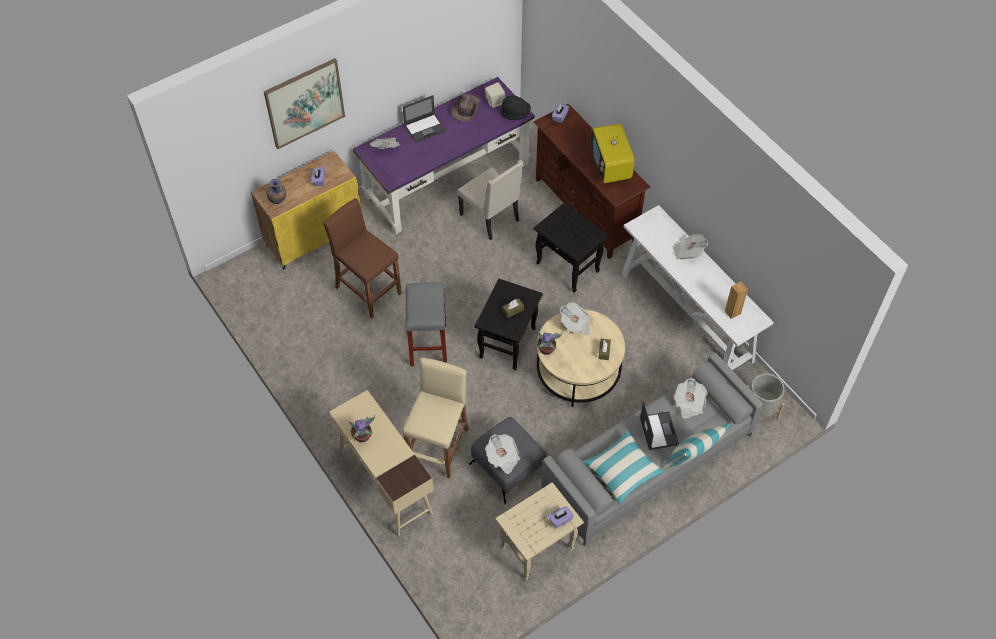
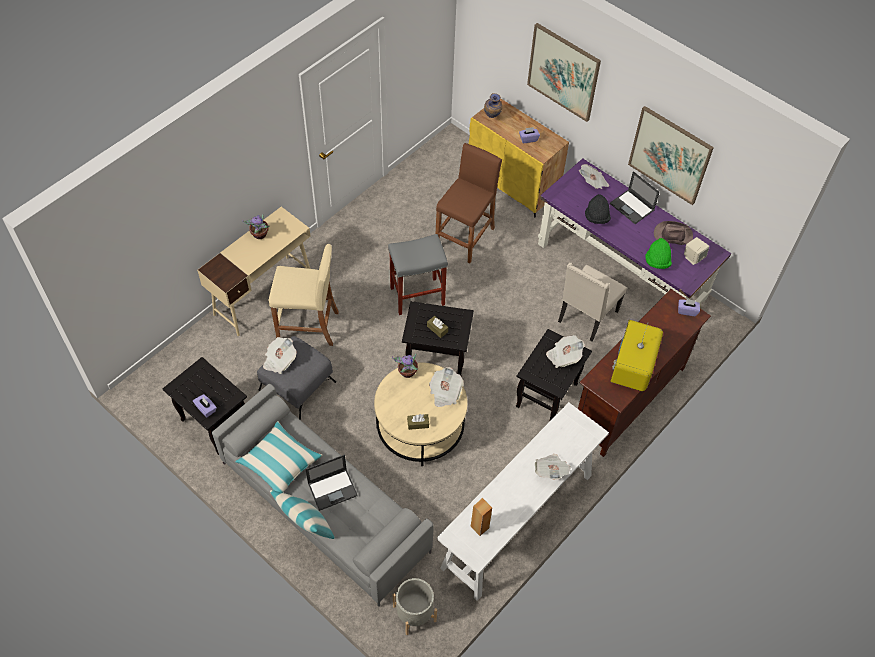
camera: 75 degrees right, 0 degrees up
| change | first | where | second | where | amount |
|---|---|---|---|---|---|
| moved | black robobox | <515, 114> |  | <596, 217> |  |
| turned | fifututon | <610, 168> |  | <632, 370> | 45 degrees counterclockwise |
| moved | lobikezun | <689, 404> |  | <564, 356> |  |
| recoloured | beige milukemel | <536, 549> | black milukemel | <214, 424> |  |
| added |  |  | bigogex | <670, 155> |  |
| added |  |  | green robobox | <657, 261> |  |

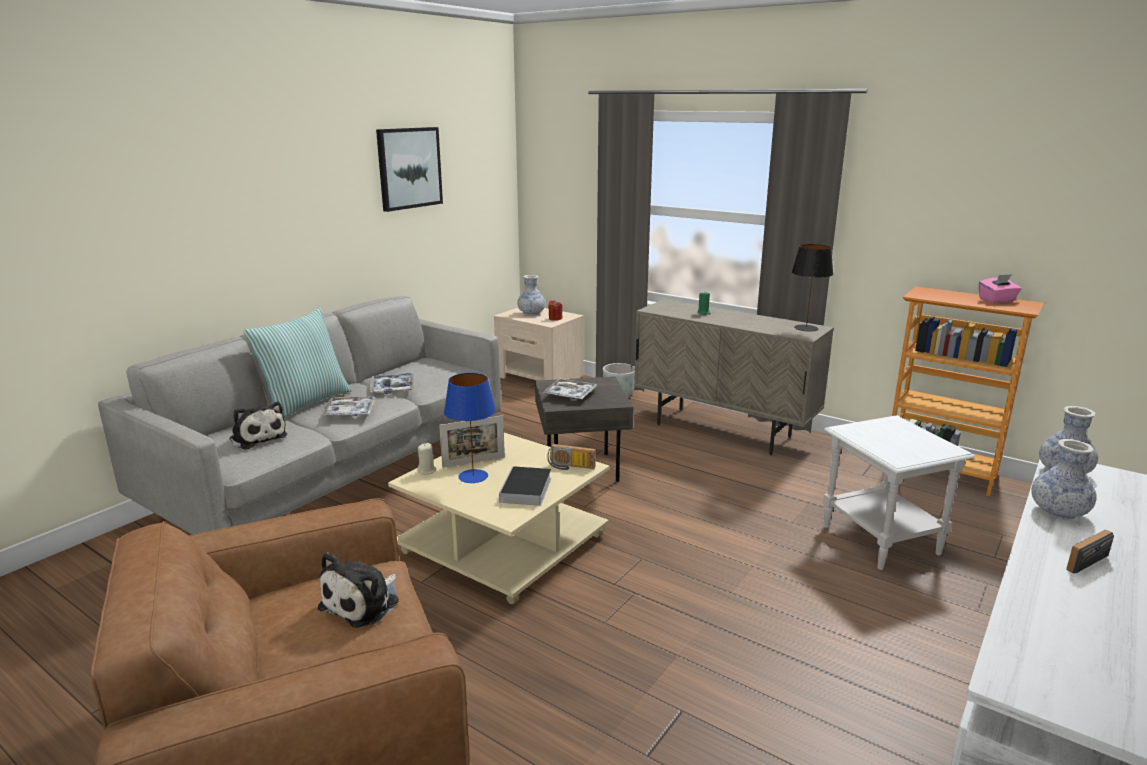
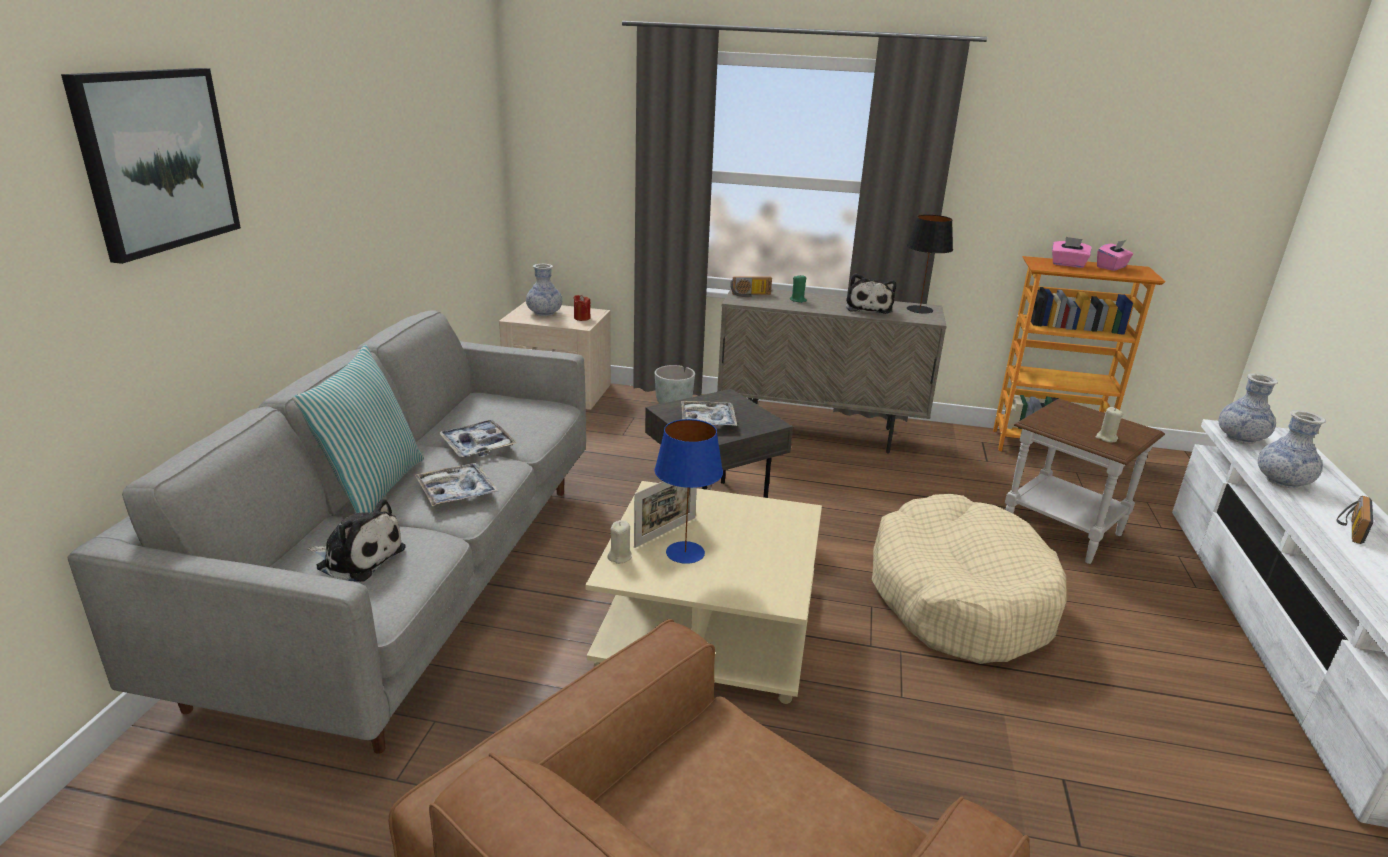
camera: 25 degrees left, 5 degrees up
| change | first | where | second | where | amount |
|---|---|---|---|---|---|
| moved | bigogex | <409, 168> |  | <156, 160> |  |
| recoloured | white milukemel | <881, 540> | brown milukemel | <1063, 531> |  |
| moved | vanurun | <570, 467> |  | <750, 295> |  |
| removed | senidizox | <526, 491> |  |  |  |
| moved | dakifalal | <363, 603> |  | <868, 308> |  |
| added |  |  | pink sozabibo | <1067, 264> |  |
| added |  |  | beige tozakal | <1106, 438> |  |
| added |  |  | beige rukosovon | <959, 597> |  |

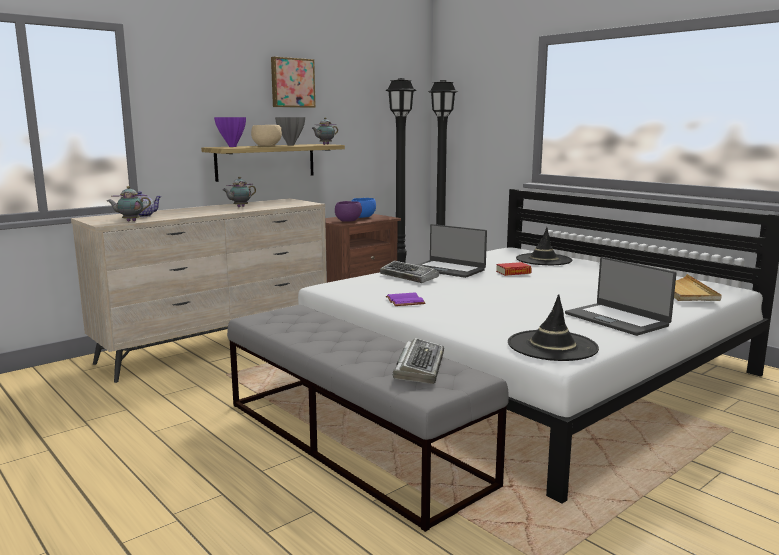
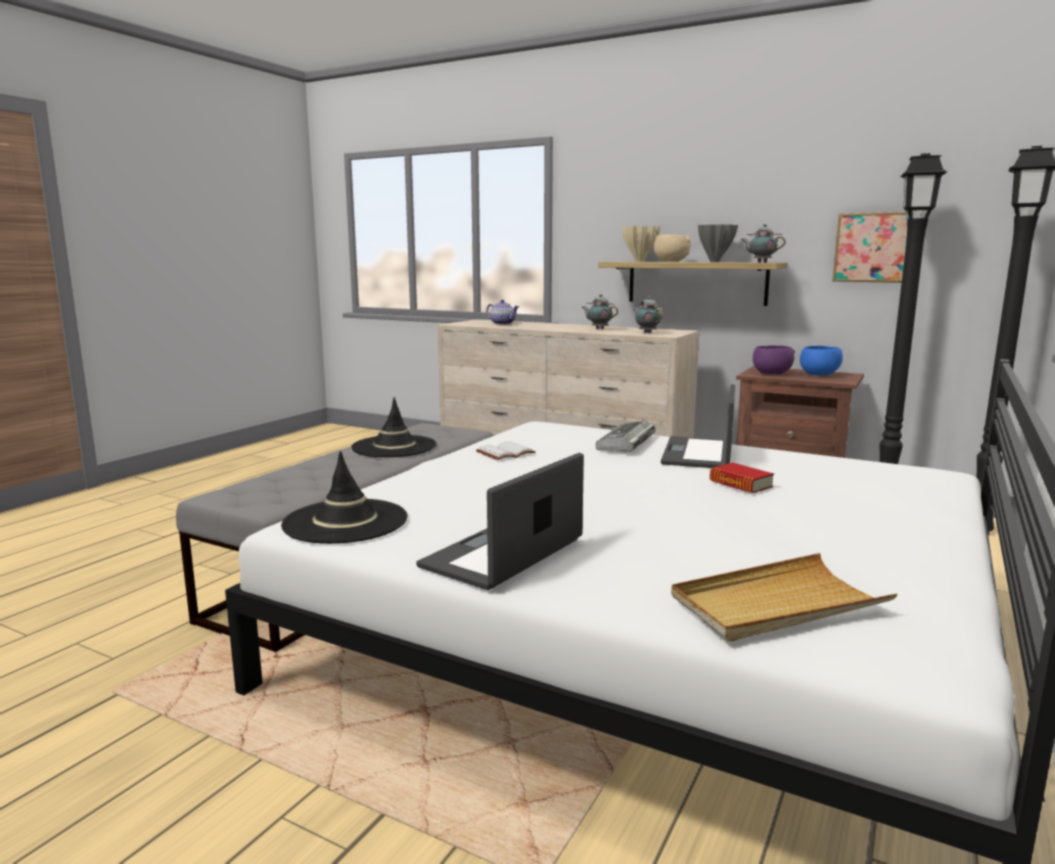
camera: 70 degrees right, 0 degrees up
| change | first | where | second | where | amount |
|---|---|---|---|---|---|
| moved | bigogex | <292, 83> |  | <872, 247> |  |
| recoloured | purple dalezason | <232, 146> | beige dalezason | <639, 261> |  |
| moved | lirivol | <130, 221> |  | <646, 332> |  |
| moved | black robobox | <543, 260> |  | <394, 447> |  |
| recoloured | purple senidizox | <403, 301> | white senidizox | <505, 453> |  |
| removed | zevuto | <419, 367> |  |  |  |

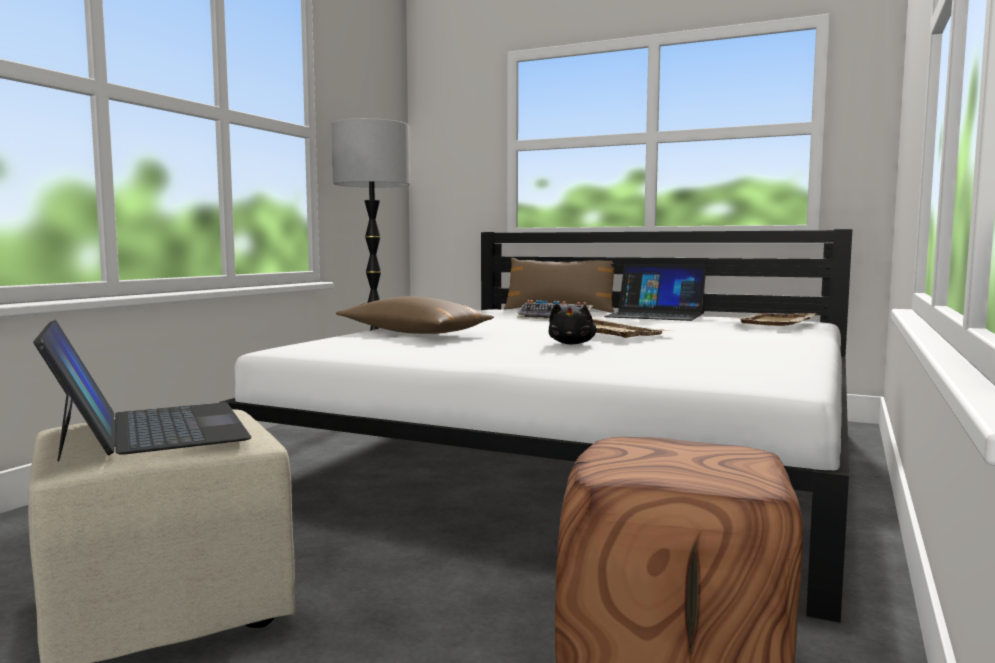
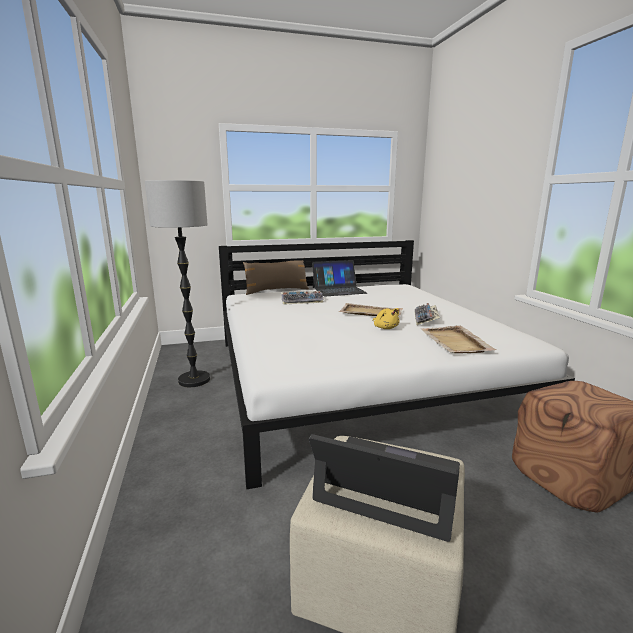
camera: 40 degrees left, 10 degrees up
| change | first | where | second | where | amount |
|---|---|---|---|---|---|
| removed | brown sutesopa | <413, 333> |  |  |  |
| recoloured | black dakifalal | <572, 344> | yellow dakifalal | <385, 328> |  |
| moved | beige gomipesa | <775, 322> |  | <455, 342> |  |
| added |  |  | zevuto | <426, 319> |  |

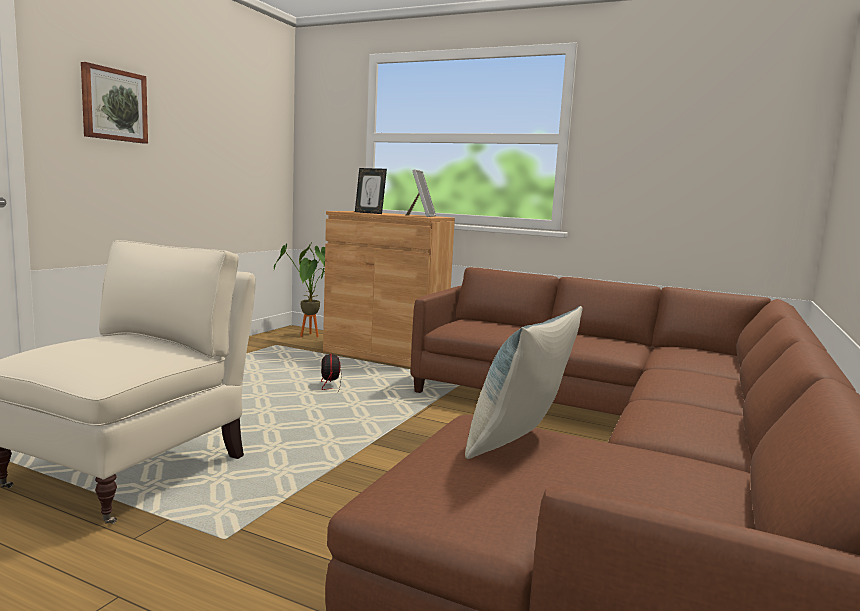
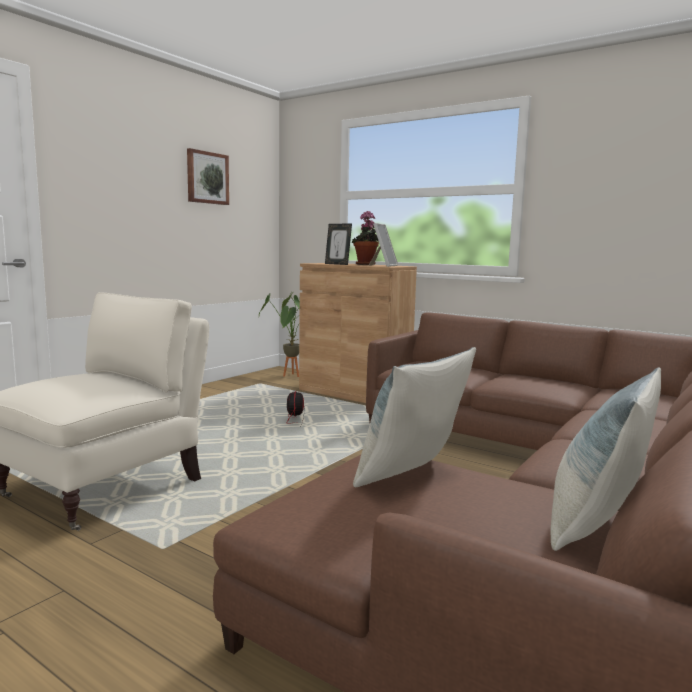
camera: 10 degrees right, 0 degrees up
| change | first | where | second | where | amount |
|---|---|---|---|---|---|
| moved | bigogex | <114, 105> |  | <207, 178> |  |
| added |  |  | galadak | <366, 264> |  |
| added |  |  | sutesopa | <595, 526> |  |

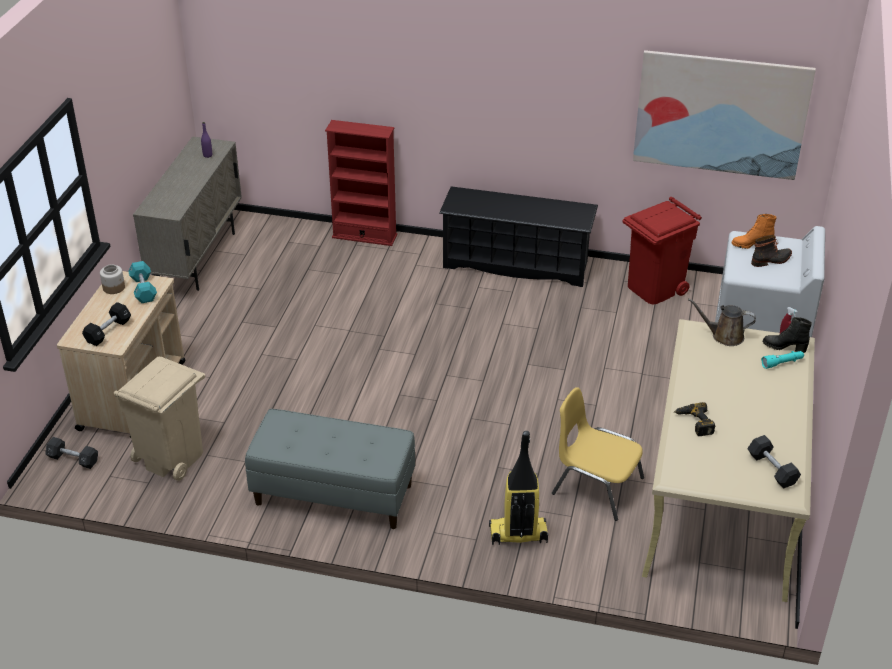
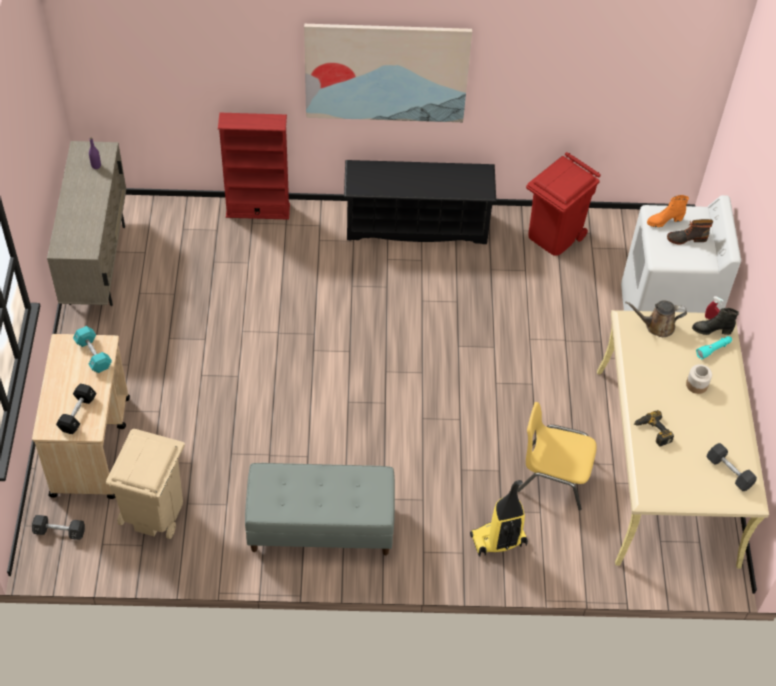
camera: 15 degrees left, 15 degrees up
| change | first | where | second | where | amount |
|---|---|---|---|---|---|
| moved | bigogex | <720, 114> |  | <386, 72> |  |
| turned | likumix | <771, 260> |  | <686, 238> | 150 degrees counterclockwise |
| moved | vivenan | <114, 287> |  | <697, 384> |  |

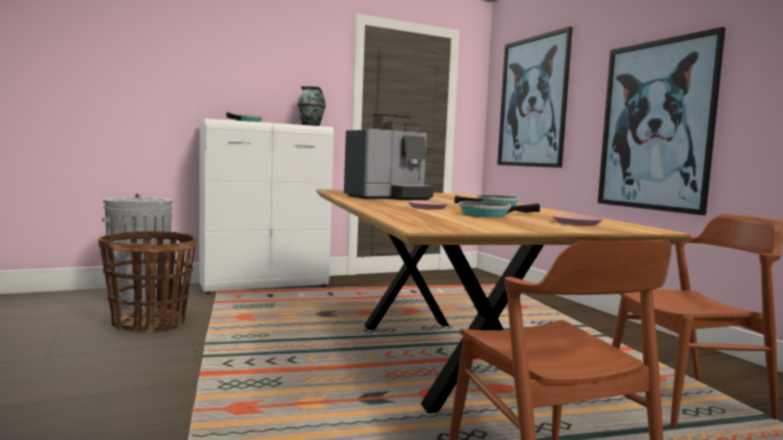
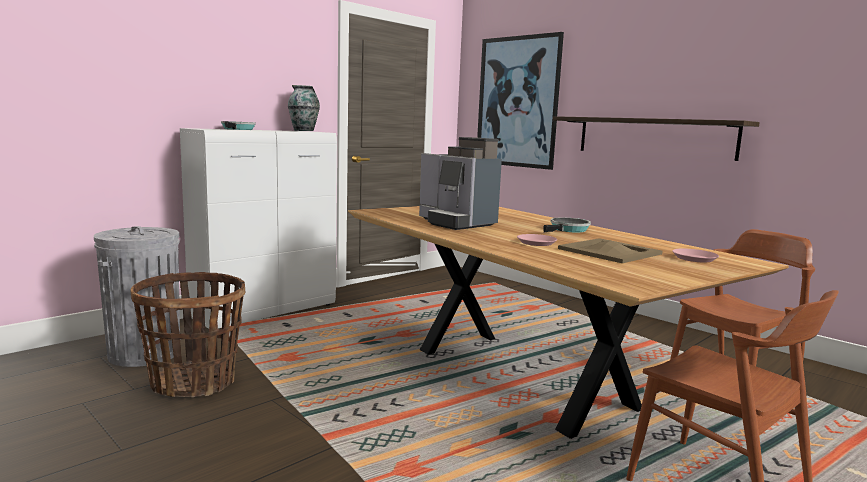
camera: 20 degrees left, 5 degrees up
| change | first | where | second | where | amount |
|---|---|---|---|---|---|
| replaced | bigogex | <655, 125> | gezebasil | <654, 137> |  |
| turned | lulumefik | <389, 197> |  | <456, 223> | 105 degrees clockwise |
| replaced | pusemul | <488, 215> | beige gomipesa | <608, 251> |  |

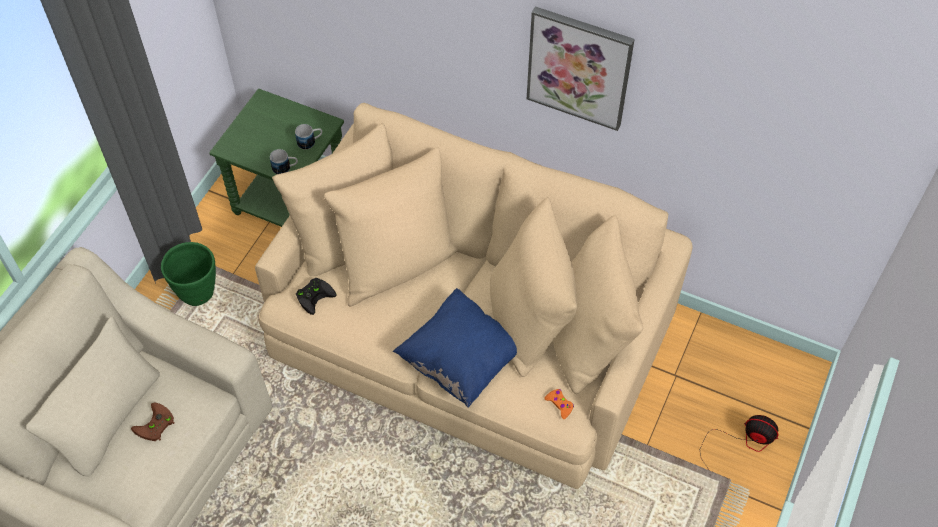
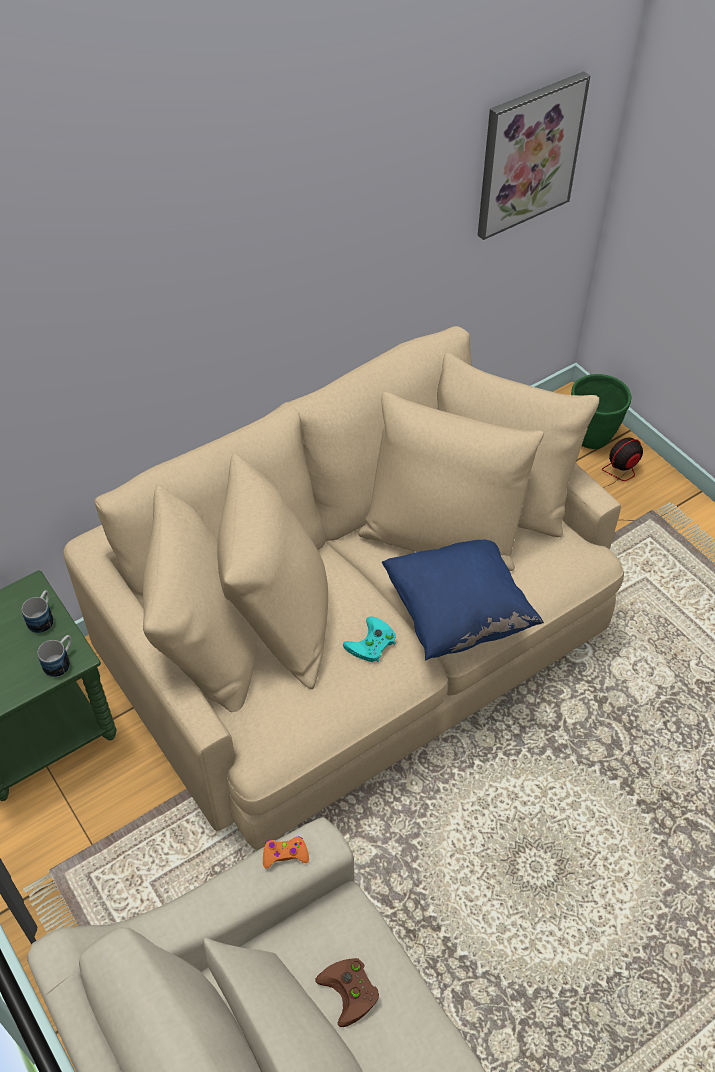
camera: 60 degrees left, 5 degrees down
| change | first | where | second | where | amount |
|---|---|---|---|---|---|
| moved | bigogex | <579, 67> |  | <529, 155> |  |
| moved | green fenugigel | <198, 293> |  | <591, 437> |  |
| removed | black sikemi | <315, 295> |  |  |  |
| moved | orange sikemi | <559, 405> |  | <285, 854> |  |
| added |  |  | turquoise sikemi | <371, 644> |  |

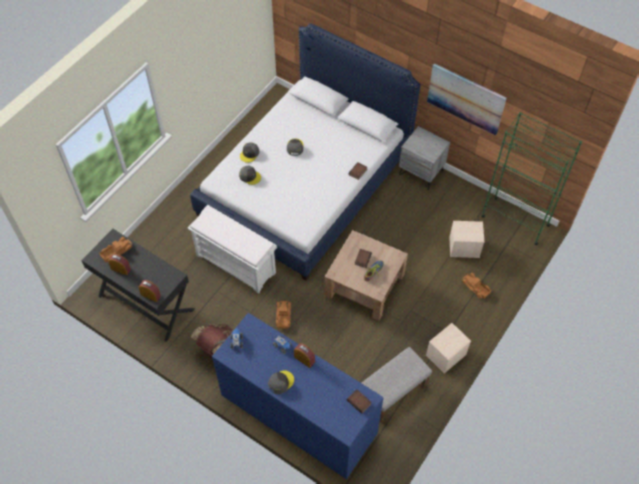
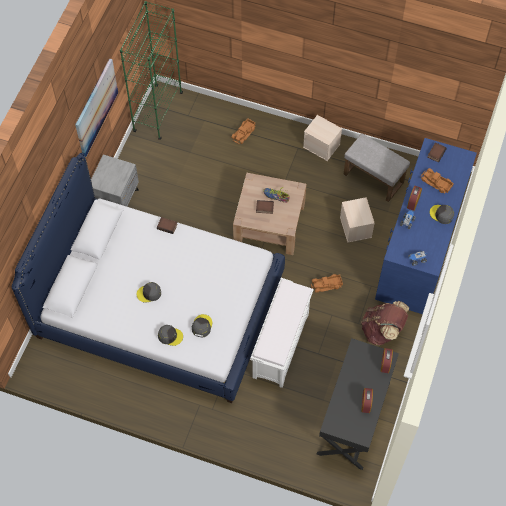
camera: 105 degrees left, 5 degrees up
| change | first | where | second | where | amount |
|---|---|---|---|---|---|
| moved | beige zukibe | <464, 247> |  | <356, 227> |  |
| moved | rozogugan | <116, 251> |  | <436, 183> |  |

